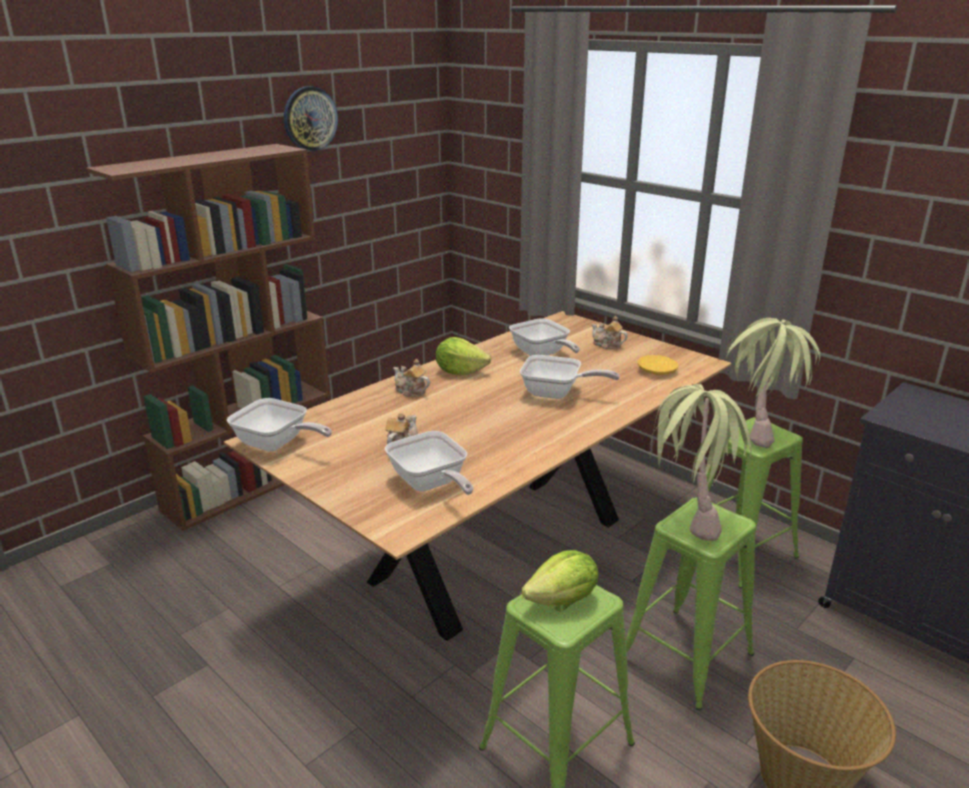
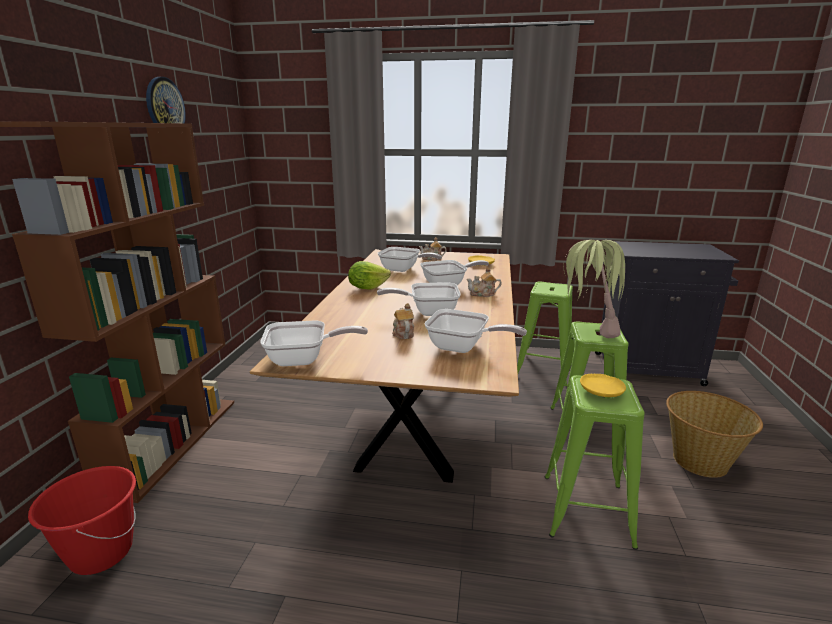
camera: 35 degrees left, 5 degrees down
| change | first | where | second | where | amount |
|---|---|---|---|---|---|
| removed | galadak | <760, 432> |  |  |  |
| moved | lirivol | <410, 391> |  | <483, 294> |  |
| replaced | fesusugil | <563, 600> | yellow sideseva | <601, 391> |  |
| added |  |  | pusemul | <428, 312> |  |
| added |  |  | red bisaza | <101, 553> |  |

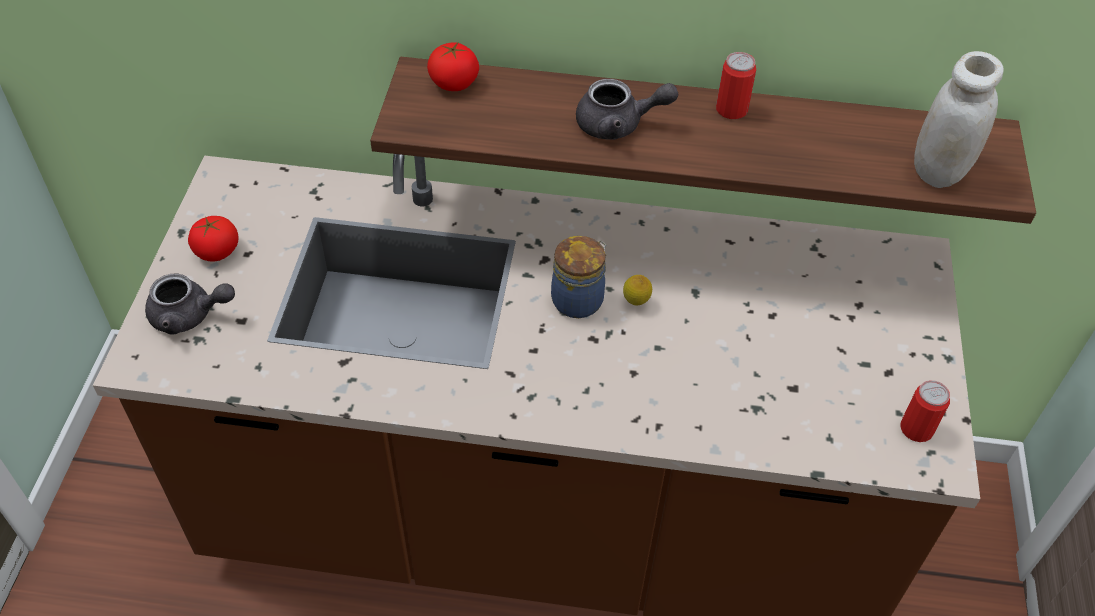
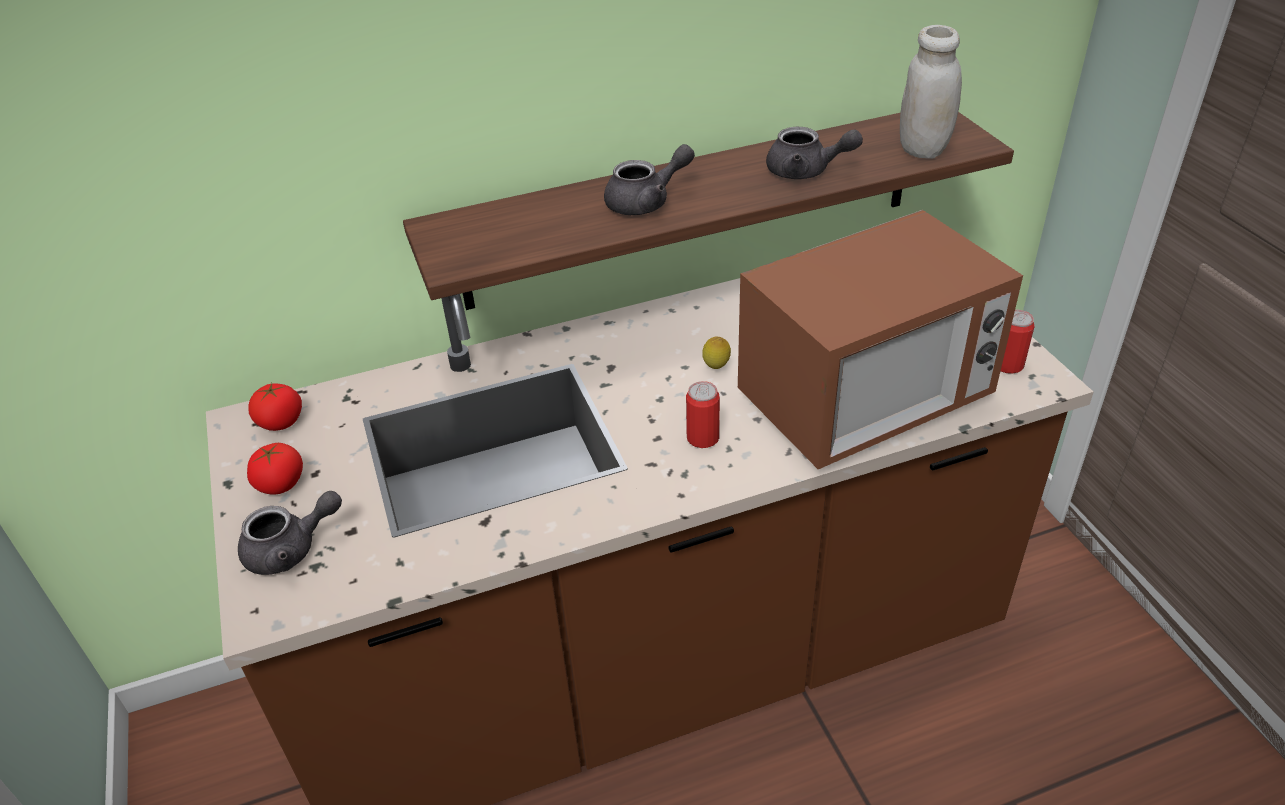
camera: 25 degrees left, 10 degrees down
| change | first | where | second | where | amount |
|---|---|---|---|---|---|
| moved | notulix | <454, 83> |  | <280, 422> |  |
| moved | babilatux | <731, 110> |  | <703, 438> |  |
| removed | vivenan | <579, 299> |  |  |  |
| added |  |  | grey lirivol | <806, 171> |  |
| added |  |  | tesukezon | <864, 402> |  |

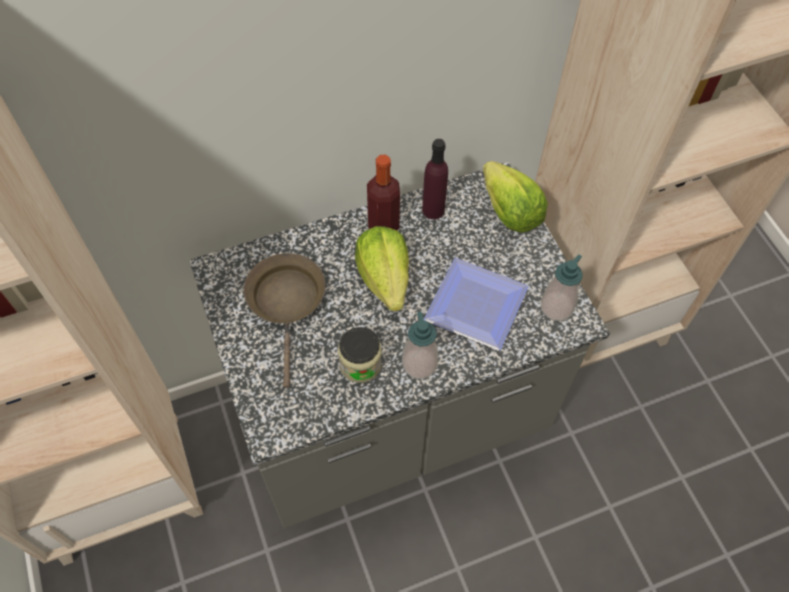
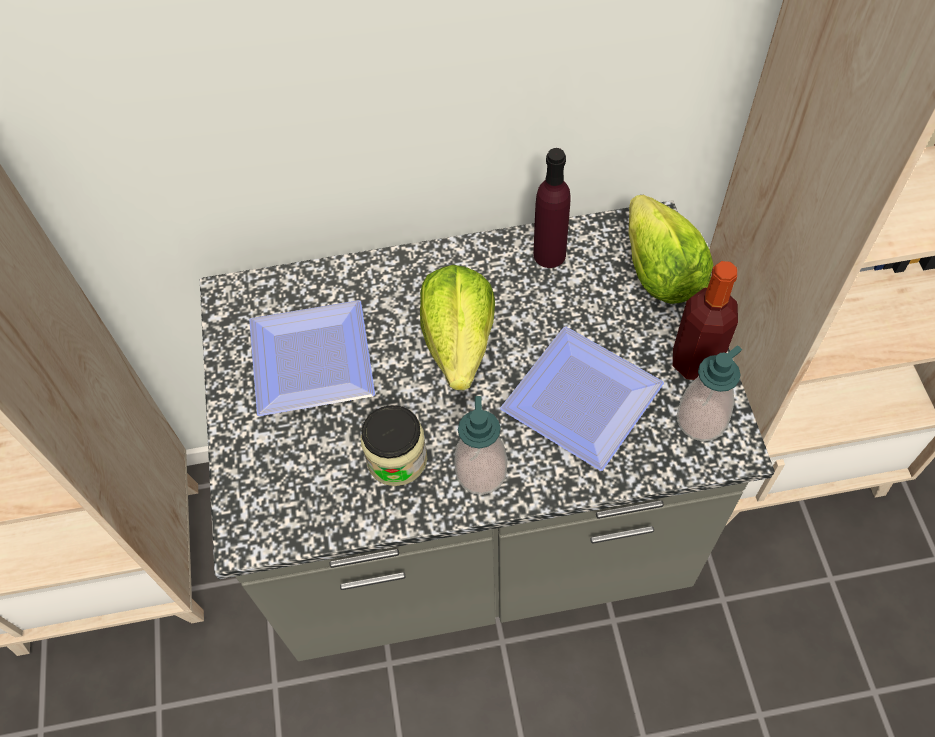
camera: 15 degrees right, 0 degrees up
| change | first | where | second | where | amount |
|---|---|---|---|---|---|
| moved | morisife | <383, 225> |  | <695, 361> |  |
| replaced | brown pusemul | <287, 303> | sideseva | <315, 356> |  |

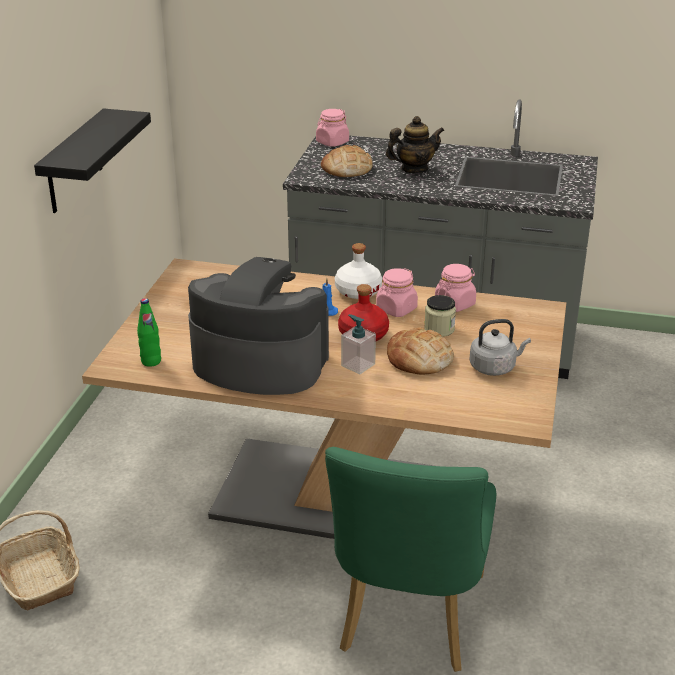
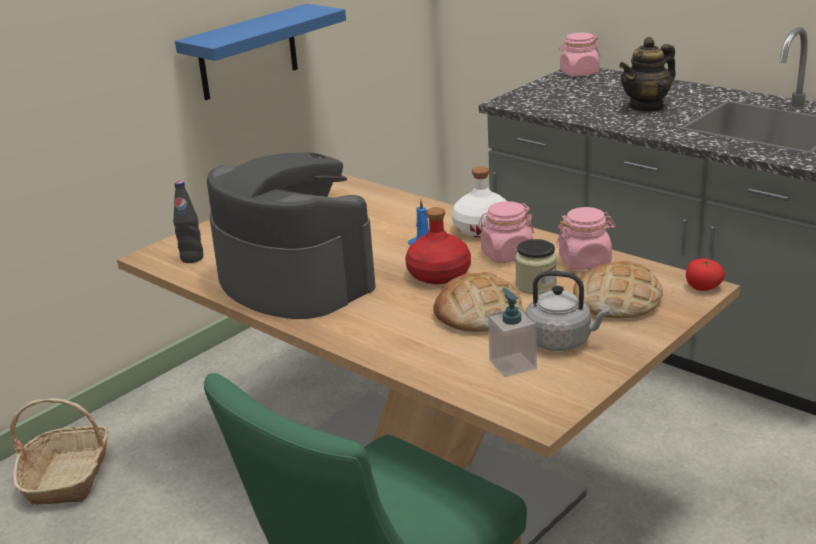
camera: 30 degrees right, 5 degrees down
| change | first | where | second | where | amount |
|---|---|---|---|---|---|
| recoloured | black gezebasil | <74, 162> | blue gezebasil | <248, 52> |  |
| turned | lirivol | <414, 169> |  | <646, 106> | 135 degrees clockwise |
| moved | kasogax | <346, 168> |  | <617, 299> |  |
| recoloured | green morisife | <151, 361> | black morisife | <192, 258> |  |
| moved | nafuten | <358, 365> |  | <512, 364> |  |
| added |  |  | notulix | <703, 288> |  |

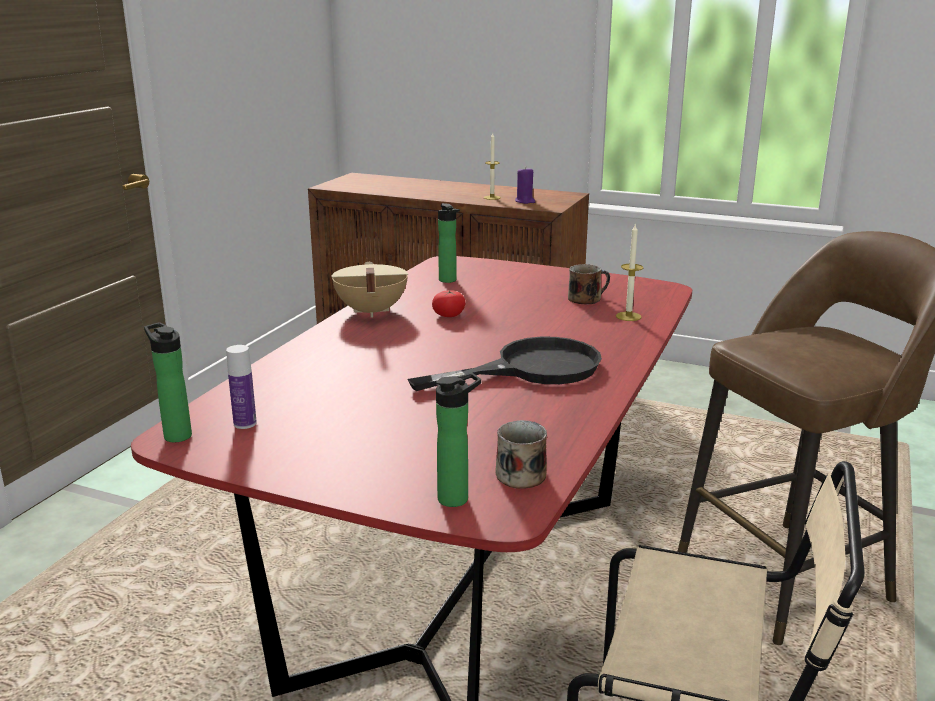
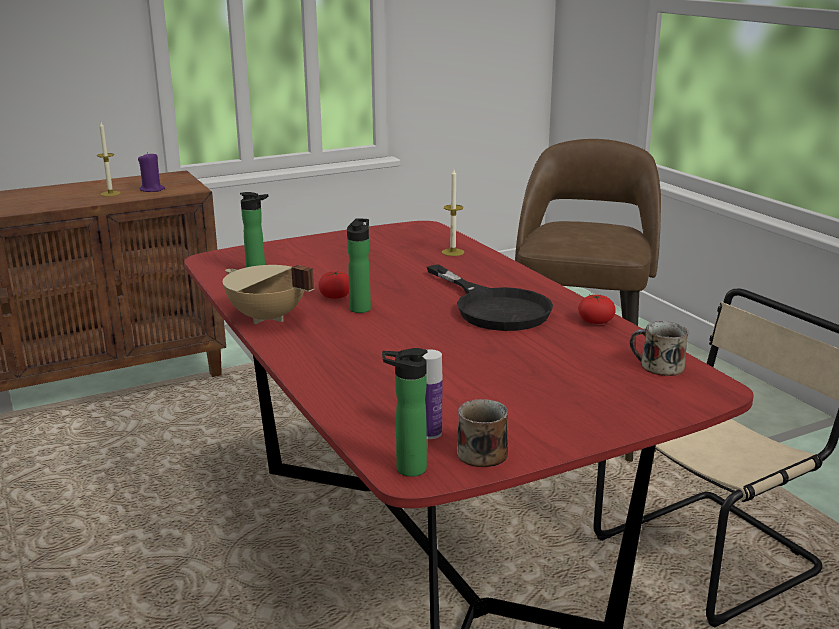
camera: 50 degrees left, 0 degrees up
| change | first | where | second | where | amount |
|---|---|---|---|---|---|
| moved | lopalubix | <586, 298> |  | <482, 452> |  |
| turned | black pusemul | <531, 368> |  | <493, 307> | 135 degrees clockwise |
| moved | morisife | <457, 498> |  | <361, 308> |  |
| added |  |  | notulix | <595, 321> |  |

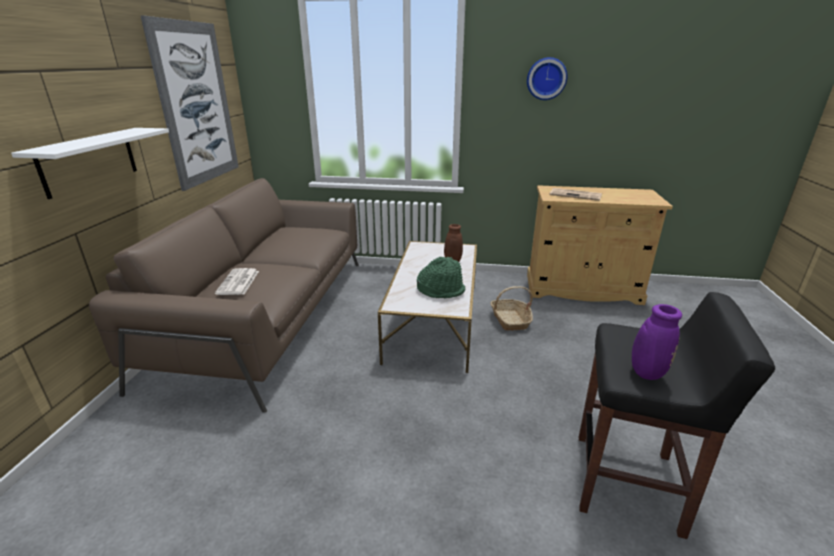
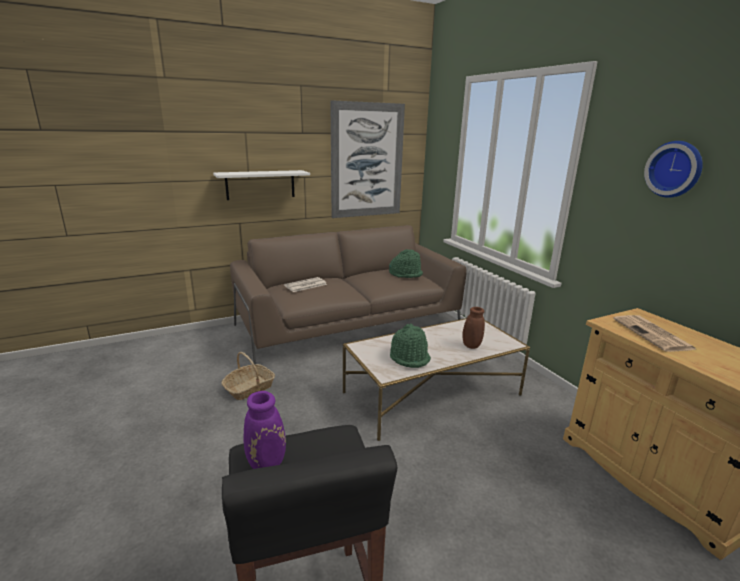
camera: 55 degrees right, 5 degrees down
| change | first | where | second | where | amount |
|---|---|---|---|---|---|
| moved | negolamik | <510, 320> |  | <249, 388> |  |
| added |  |  | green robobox | <406, 274> |  |

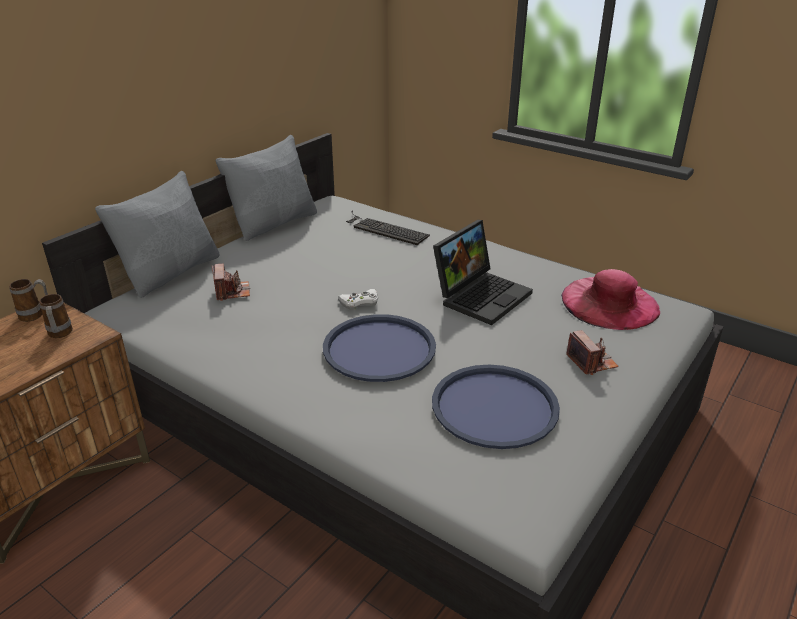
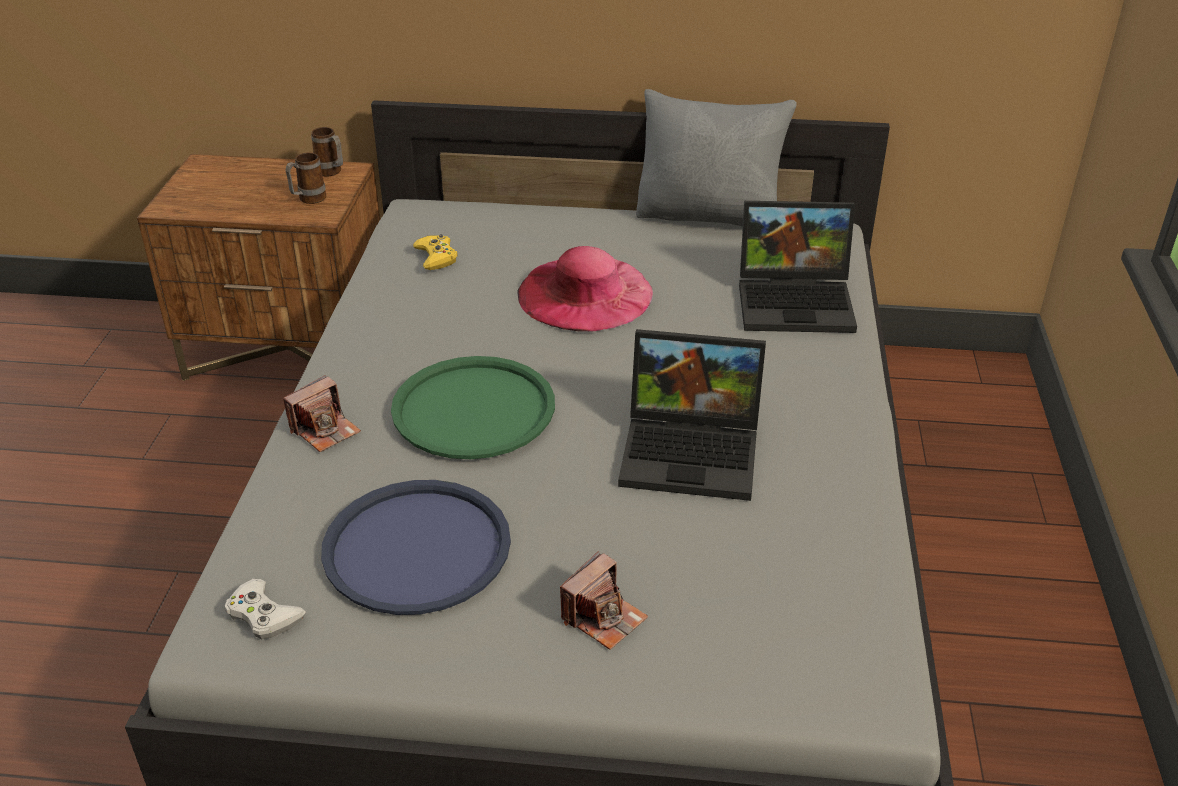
camera: 60 degrees right, 5 degrees up
| change | first | where | second | where | amount |
|---|---|---|---|---|---|
| removed | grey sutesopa | <171, 272> |  |  |  |
| replaced | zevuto | <383, 229> | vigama | <797, 301> |  |
| moved | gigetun | <232, 292> |  | <325, 430> |  |
| moved | pink robobox | <609, 303> |  | <585, 293> |  |
| moved | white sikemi | <359, 302> |  | <263, 615> |  |
| recoloured | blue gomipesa | <379, 349> | green gomipesa | <474, 409> |  |
| added |  |  | yellow sikemi | <436, 257> |  |

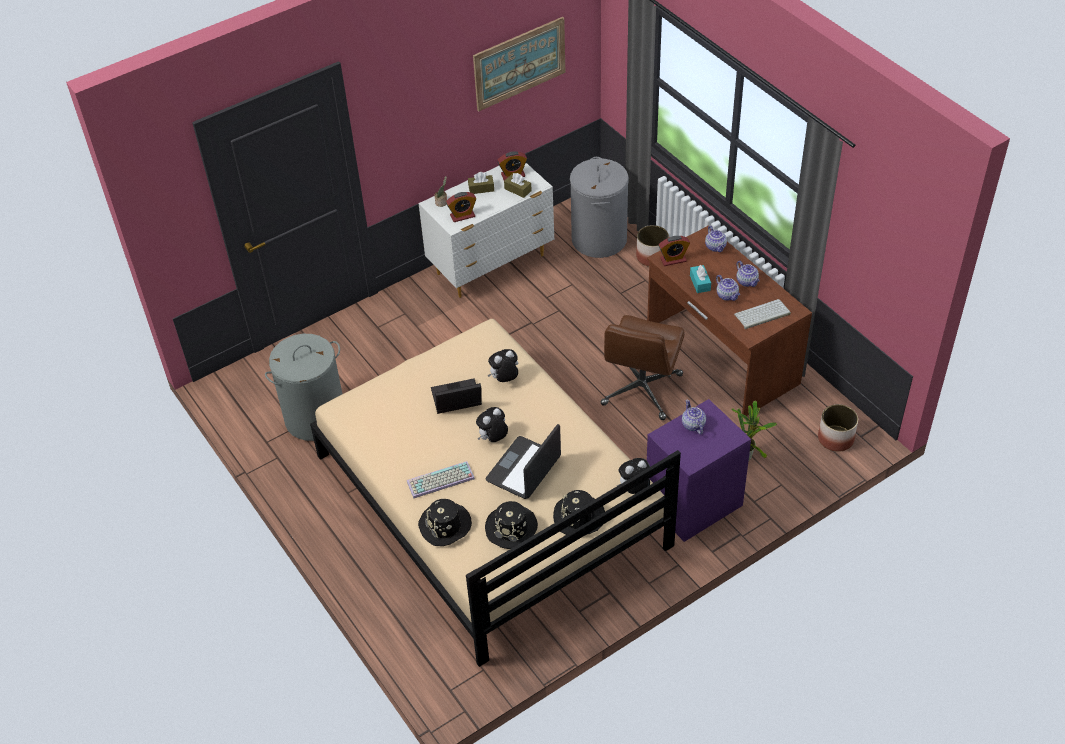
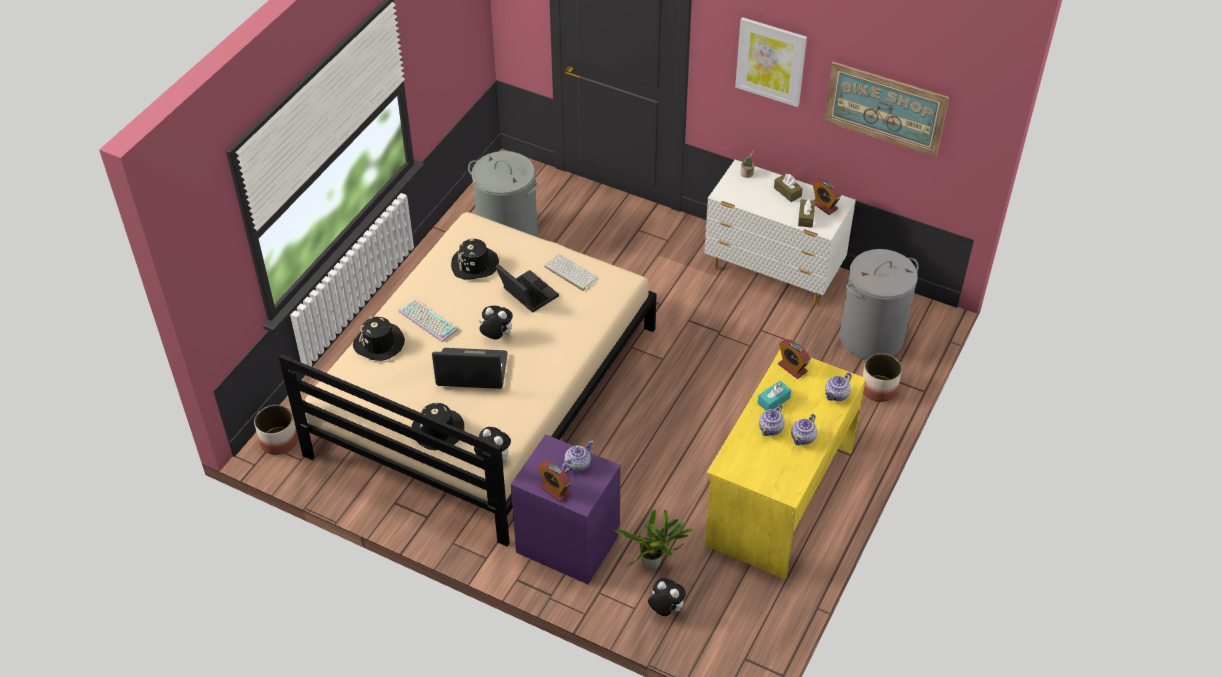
camera: 60 degrees right, 0 degrees up
| change | first | where | second | where | amount |
|---|---|---|---|---|---|
| moved | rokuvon | <462, 216> |  | <555, 489> |  |
| recoloured | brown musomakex | <721, 355> | yellow musomakex | <778, 496> |  |
| moved | zevuto | <762, 315> |  | <570, 272> |  |
| removed | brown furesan | <641, 390> |  |  |  |
| moved | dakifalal | <504, 380> |  | <665, 609> |  |
| moved | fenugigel | <835, 439> |  | <278, 441> |  |
| moved | black robobox | <512, 528> |  | <474, 265> |  |
| added |  |  | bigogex | <771, 61> |  |

